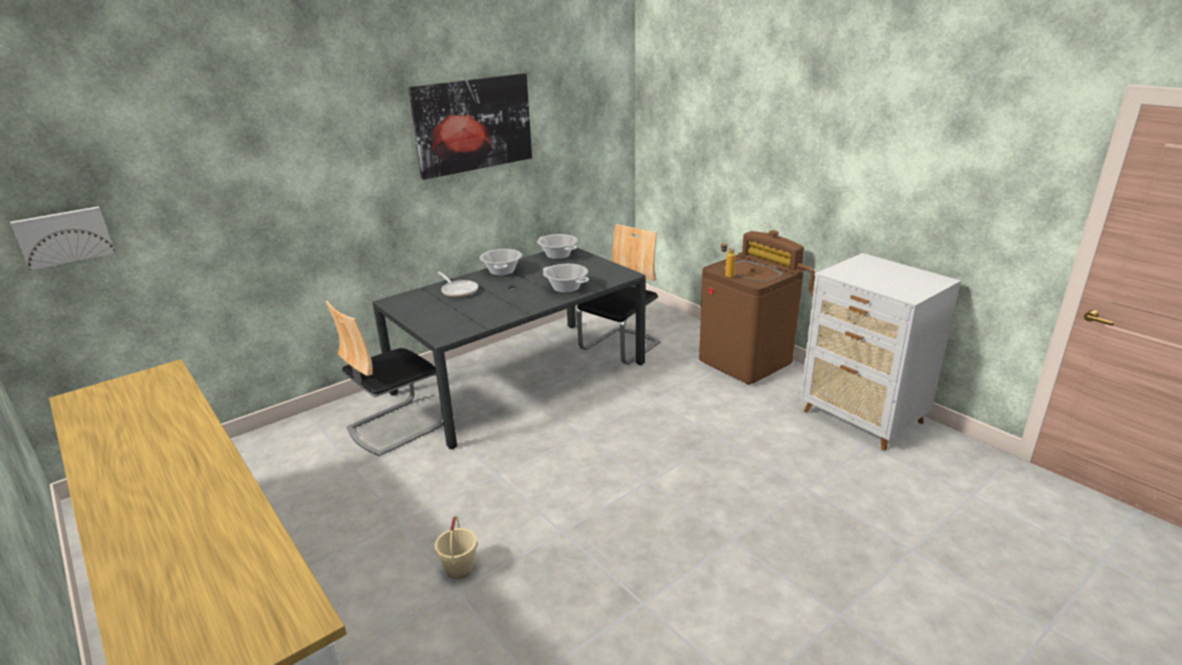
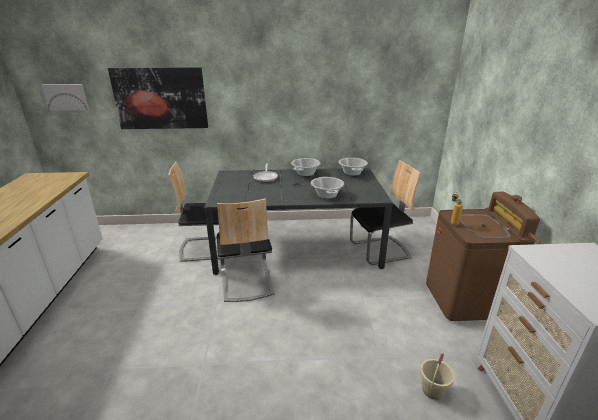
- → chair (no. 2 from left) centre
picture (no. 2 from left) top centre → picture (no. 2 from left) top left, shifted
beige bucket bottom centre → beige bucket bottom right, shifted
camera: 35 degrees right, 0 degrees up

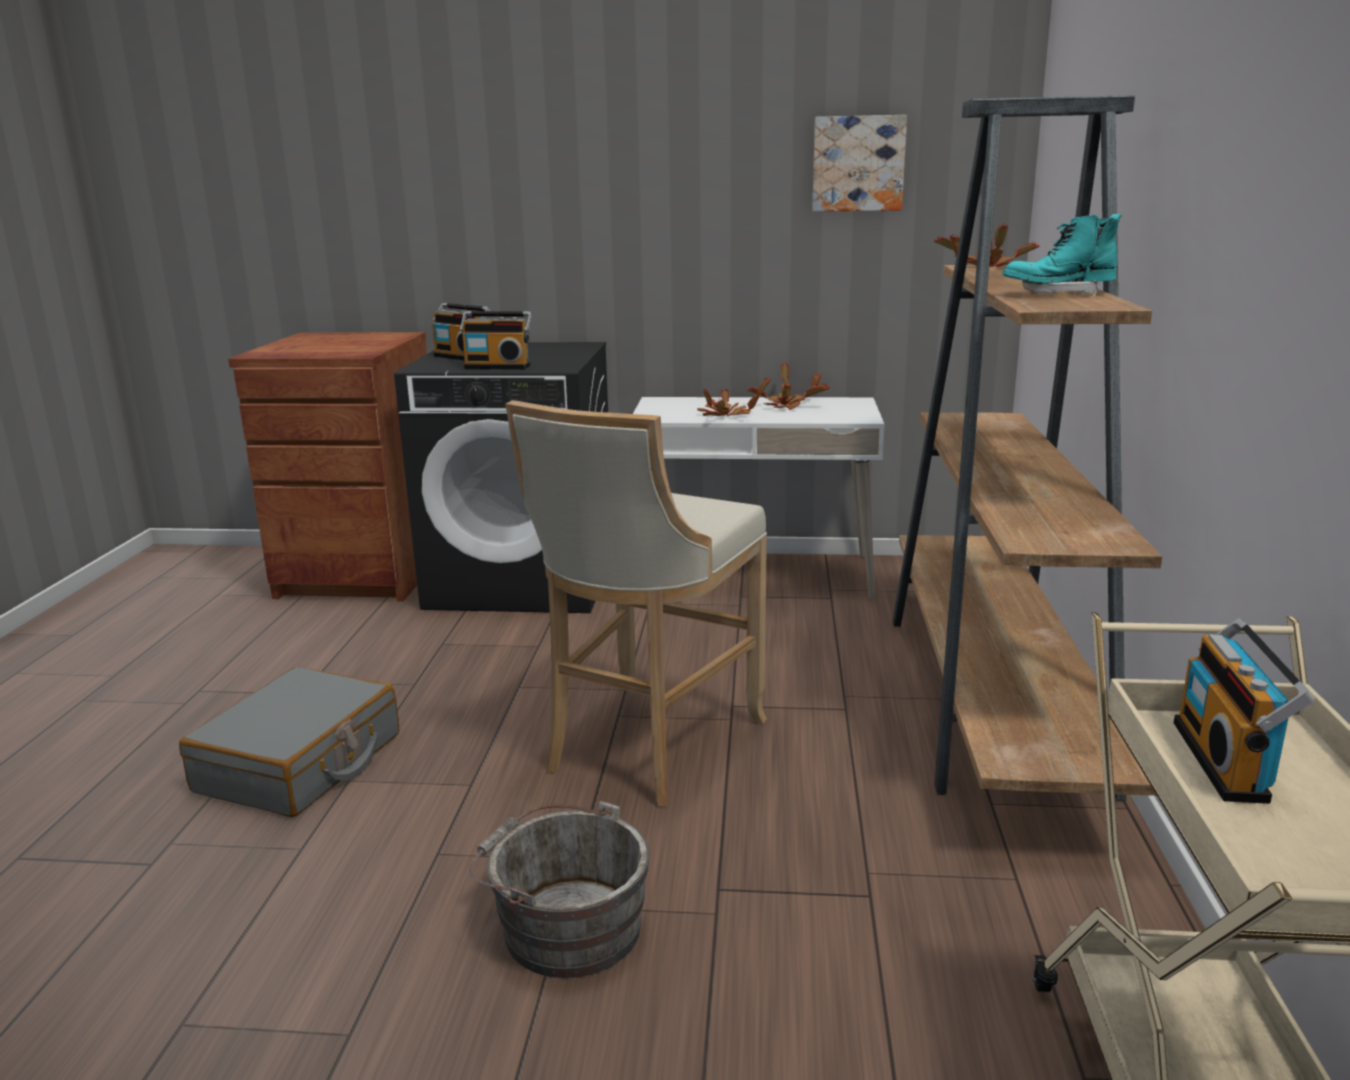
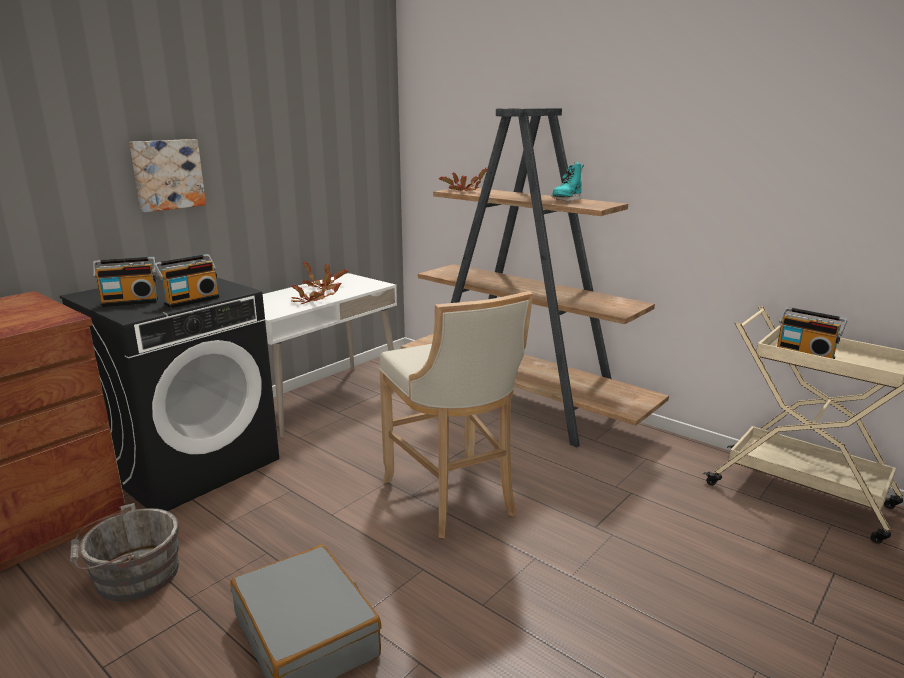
grey bucket bottom centre → grey bucket bottom left, shifted
picture top centre → picture top left, shifted
camera: 55 degrees left, 0 degrees up

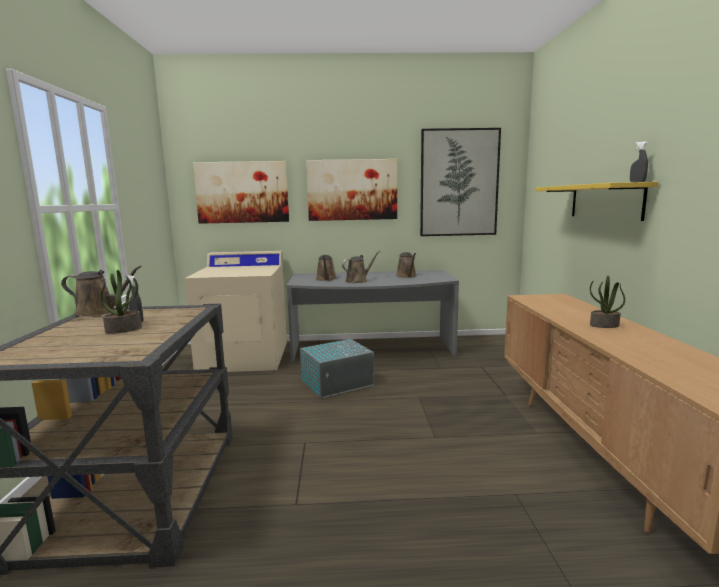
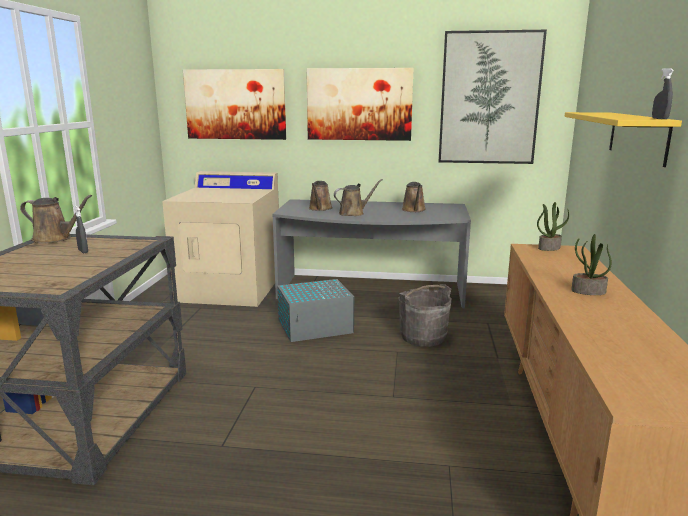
- → grey bucket centre
potted plant (no. 1 from left) middle left → potted plant (no. 1 from left) middle right, shifted
camera: 10 degrees right, 5 degrees up

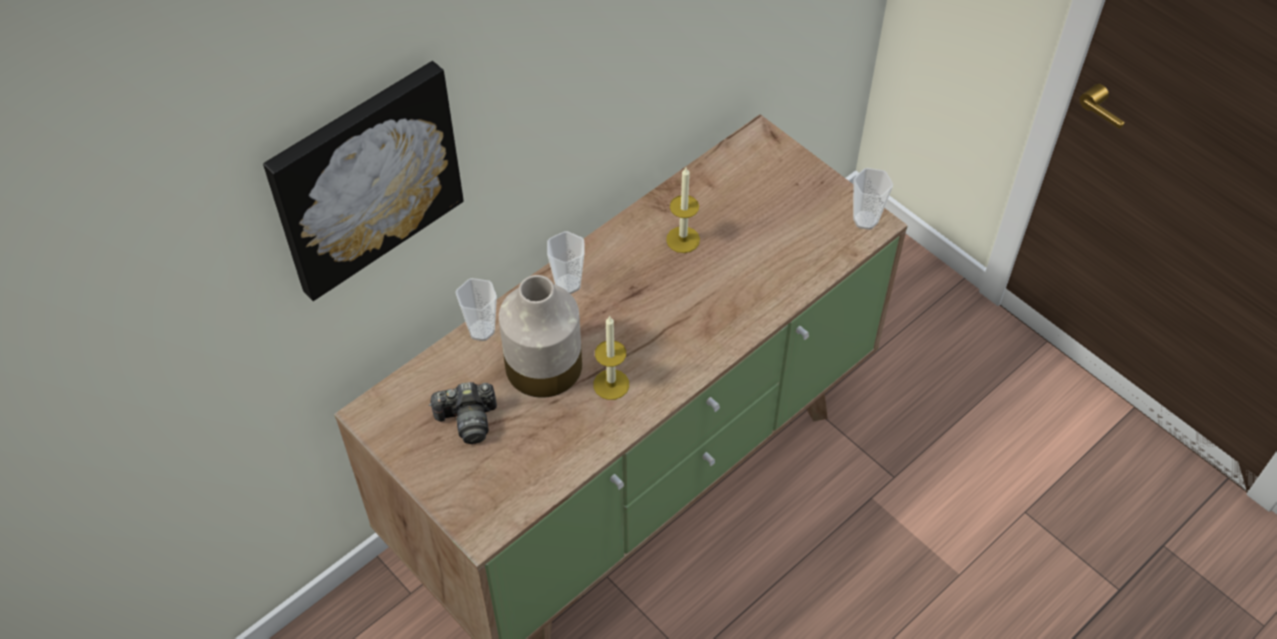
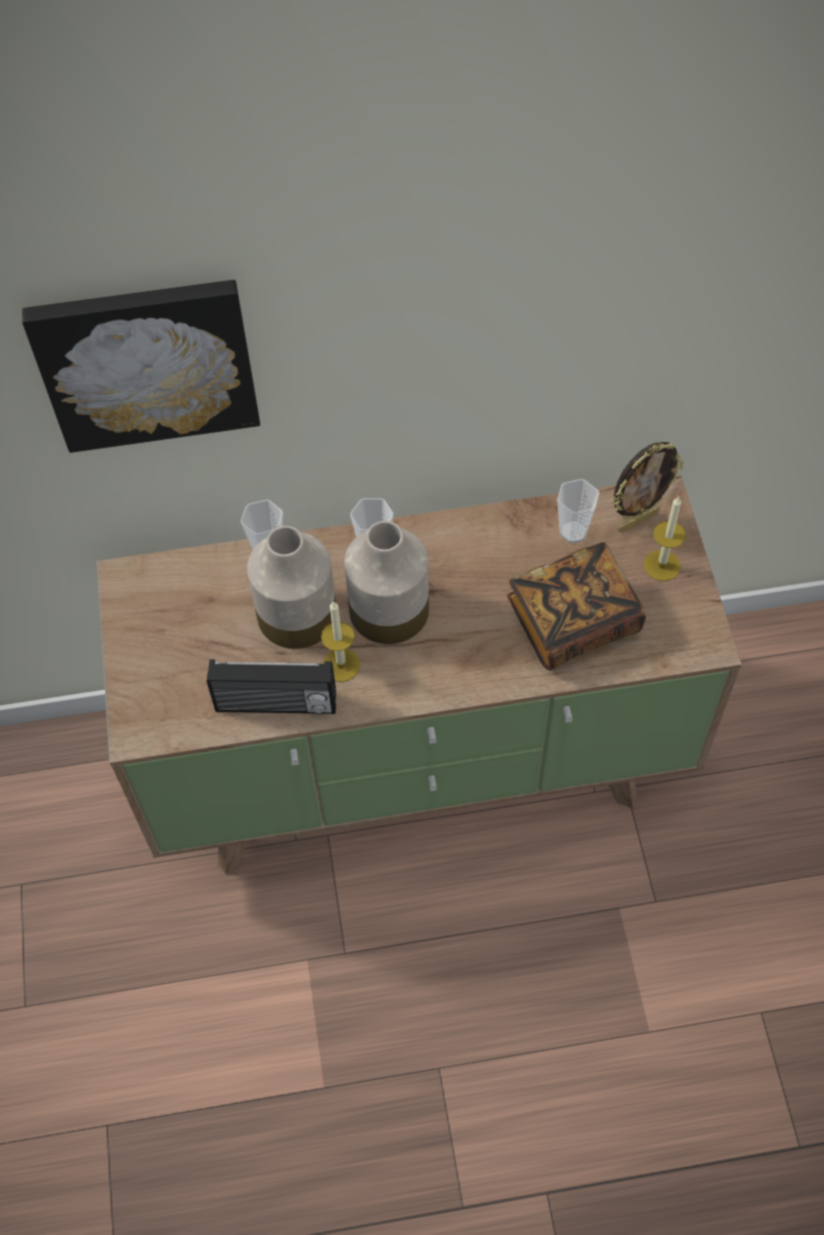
photo camera centre → -
- → radio middle left
- → beige vase (no. 2 from left) centre
- → book middle right
- → picture frame middle right
candle (no. 2 from left) top centre → candle (no. 2 from left) middle right, shifted
cup (no. 3 from left) top right → cup (no. 3 from left) middle right, shifted
camera: 35 degrees right, 5 degrees up

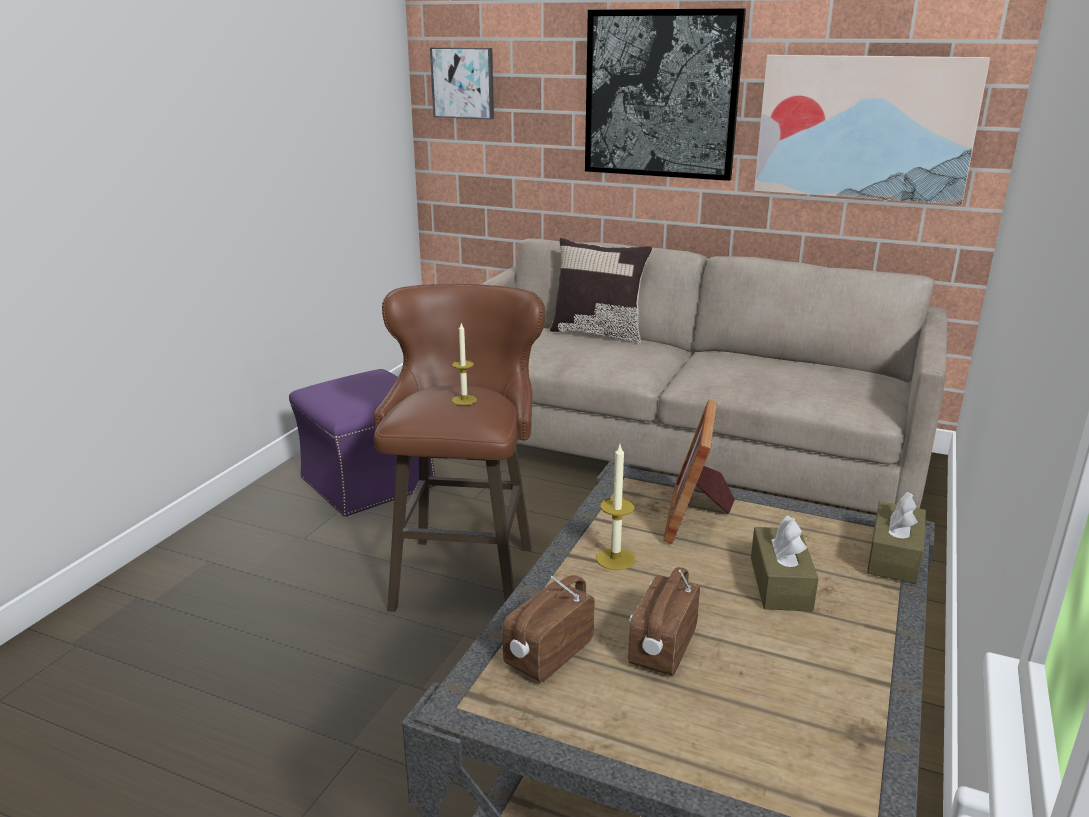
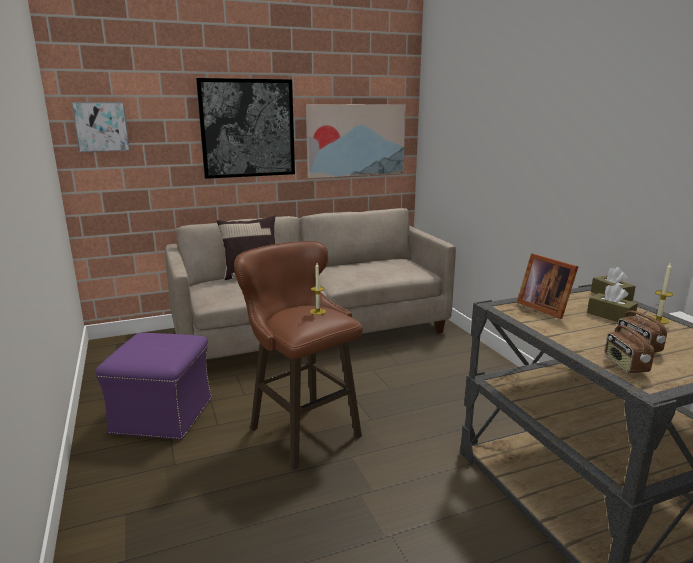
candle (no. 2 from left) centre → candle (no. 2 from left) middle right, shifted
camera: 45 degrees left, 5 degrees down

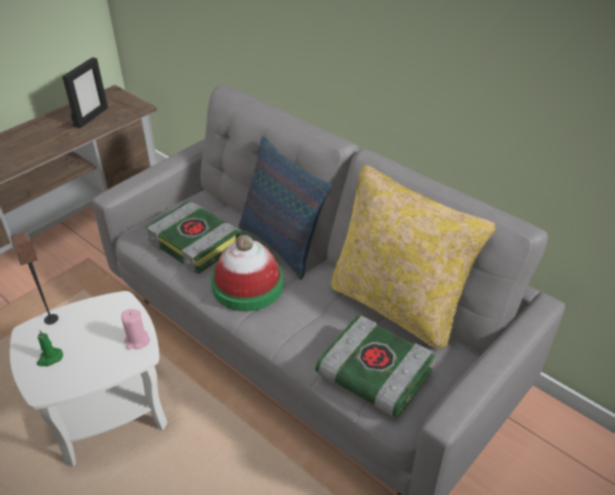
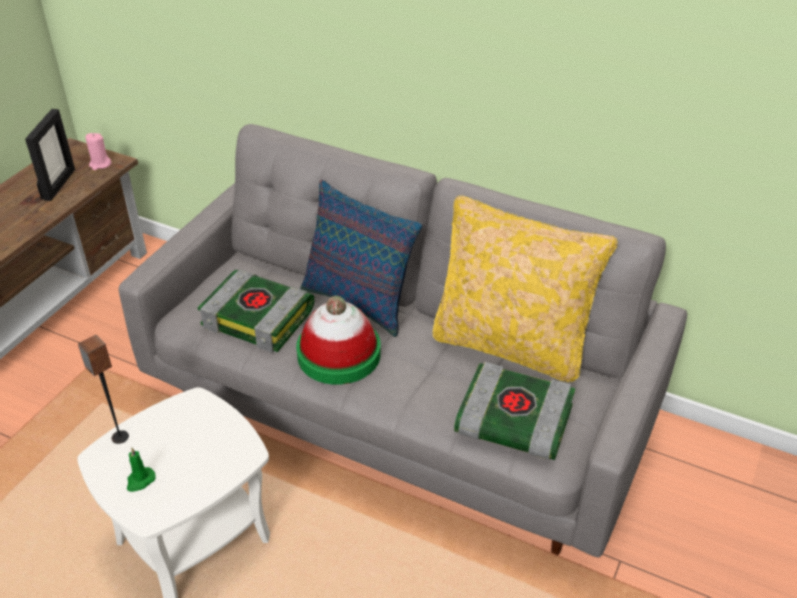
pink candle middle left → pink candle top left, shifted
camera: 15 degrees left, 0 degrees up

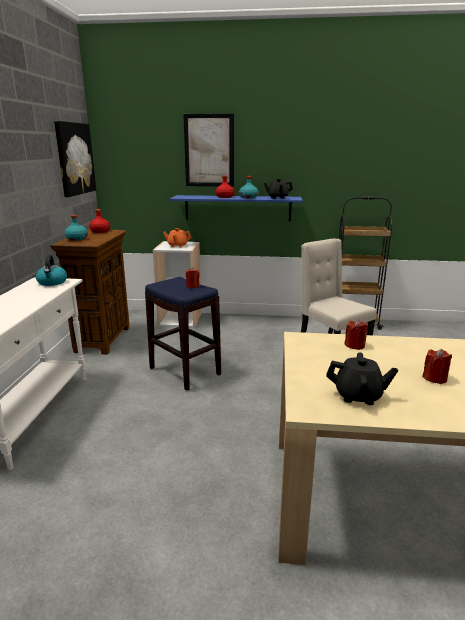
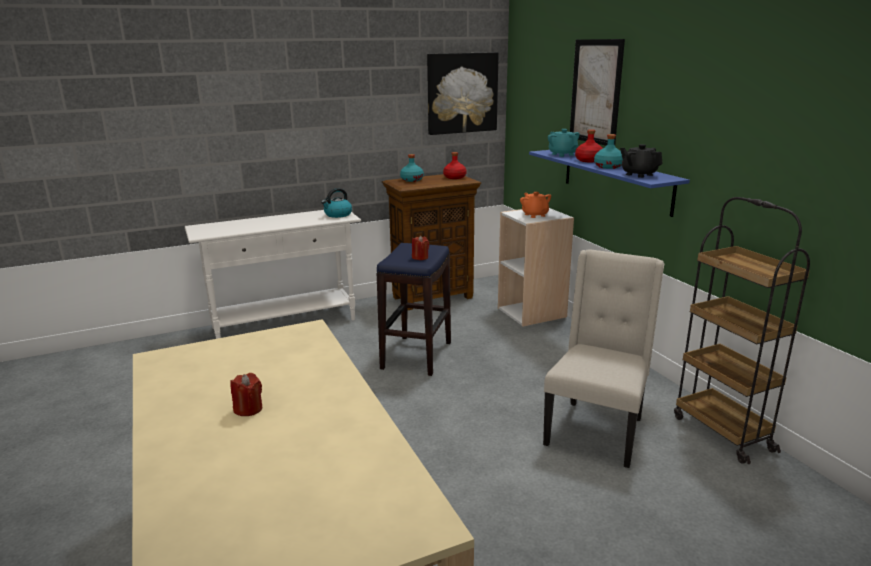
black teapot (no. 2 from left) middle right → -
red candle (no. 2 from left) middle right → -
- → turquoise teapot top centre
camera: 60 degrees right, 0 degrees up

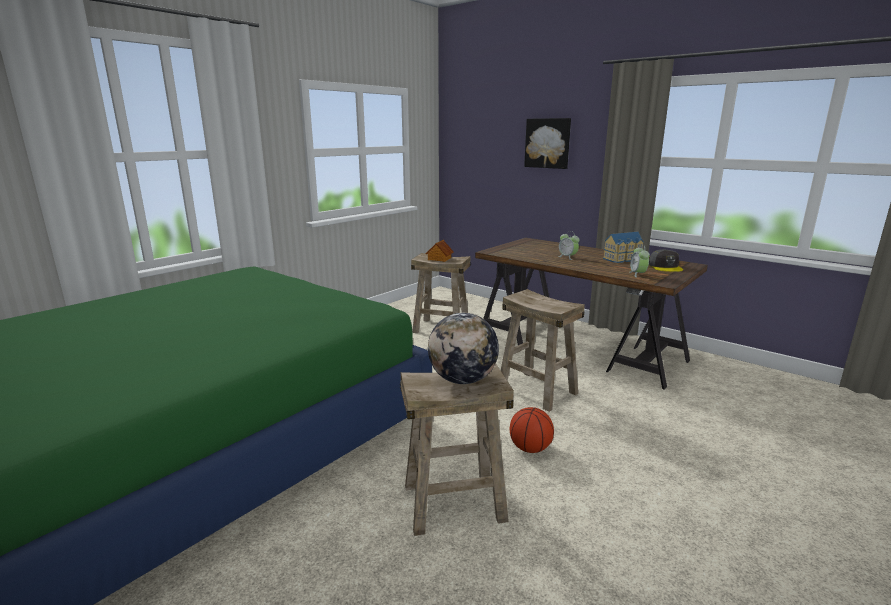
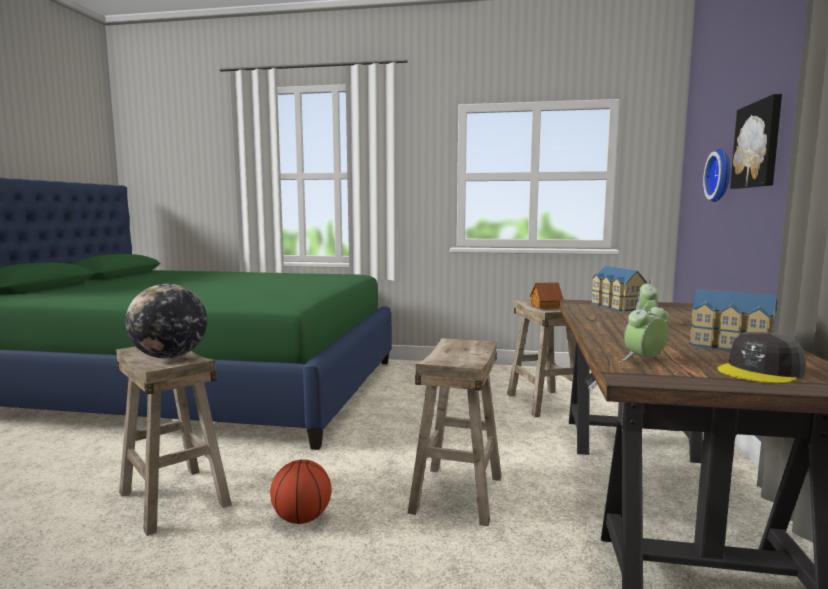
- → toy house (no. 2 from left) middle right
- → wall clock top right
camera: 60 degrees right, 10 degrees down

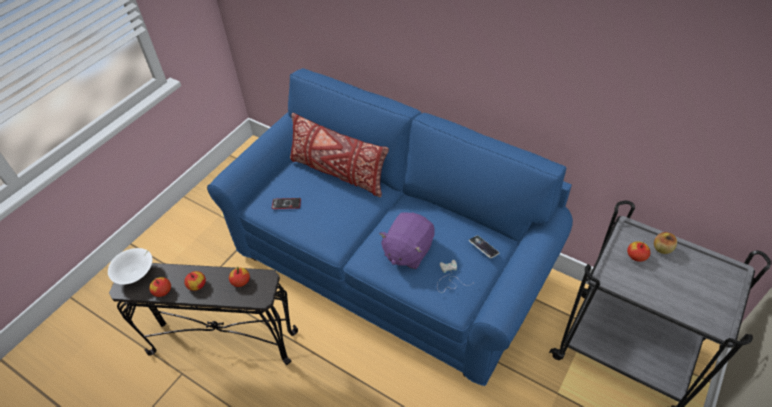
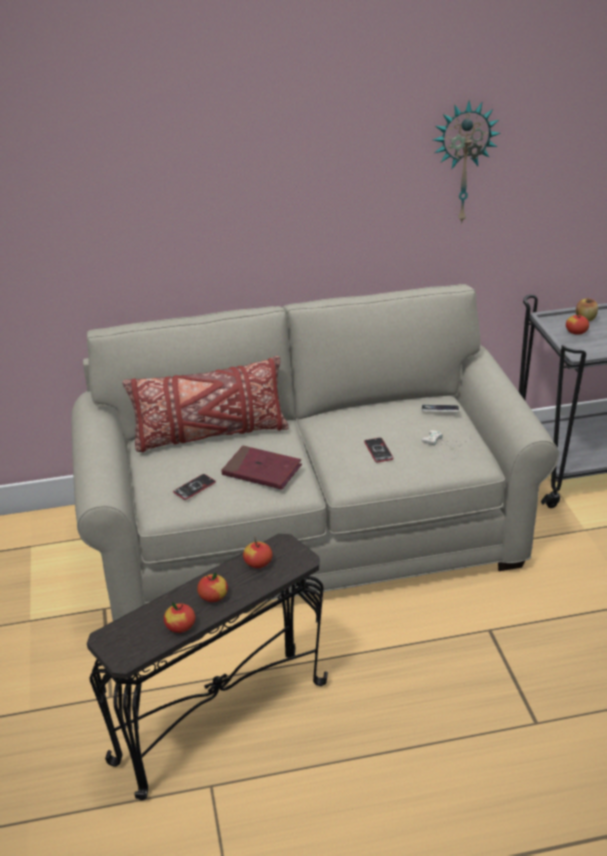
white bowl middle left → -
- → red book centre
- → wall clock top right
purple plush toy centre → phone (no. 2 from left) centre
blue sofa centre → beige sofa centre
camera: 45 degrees left, 15 degrees down

